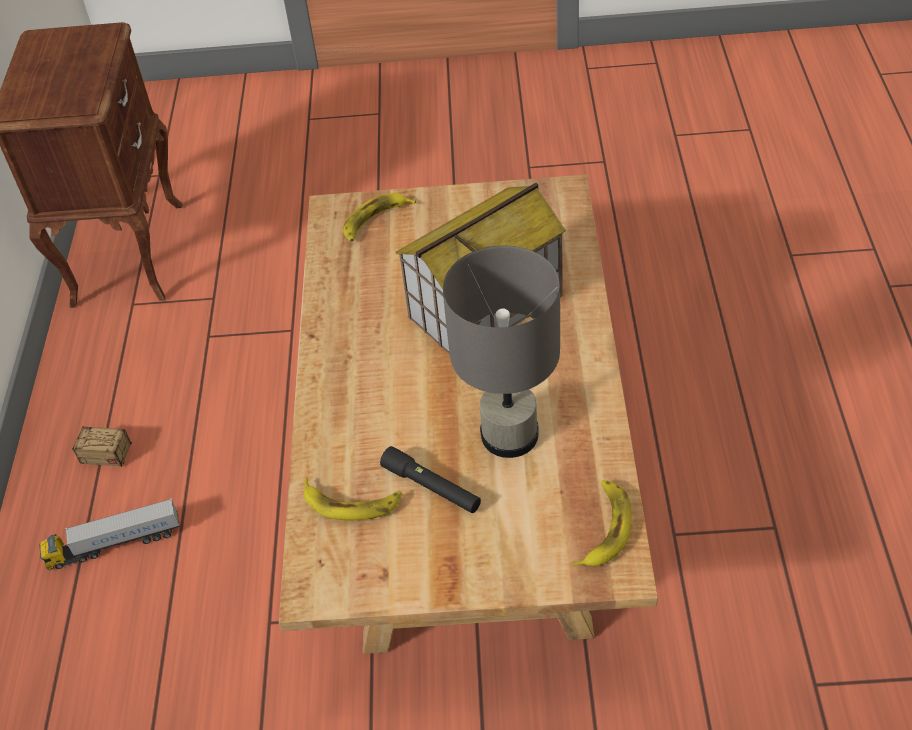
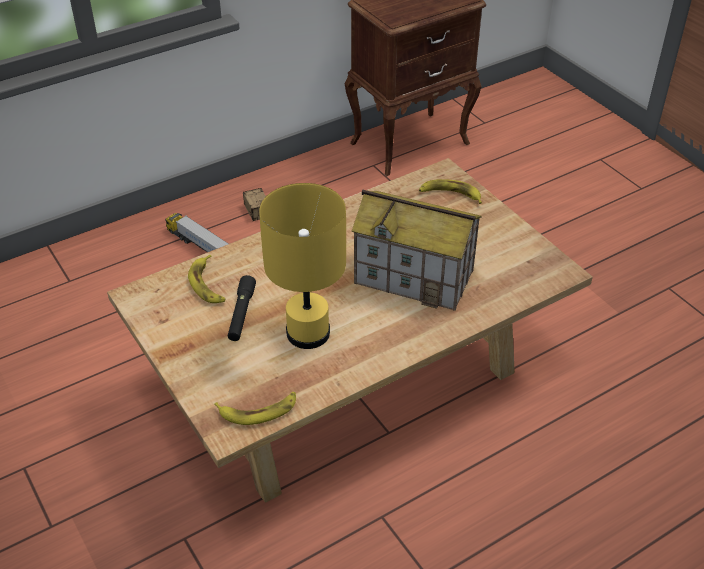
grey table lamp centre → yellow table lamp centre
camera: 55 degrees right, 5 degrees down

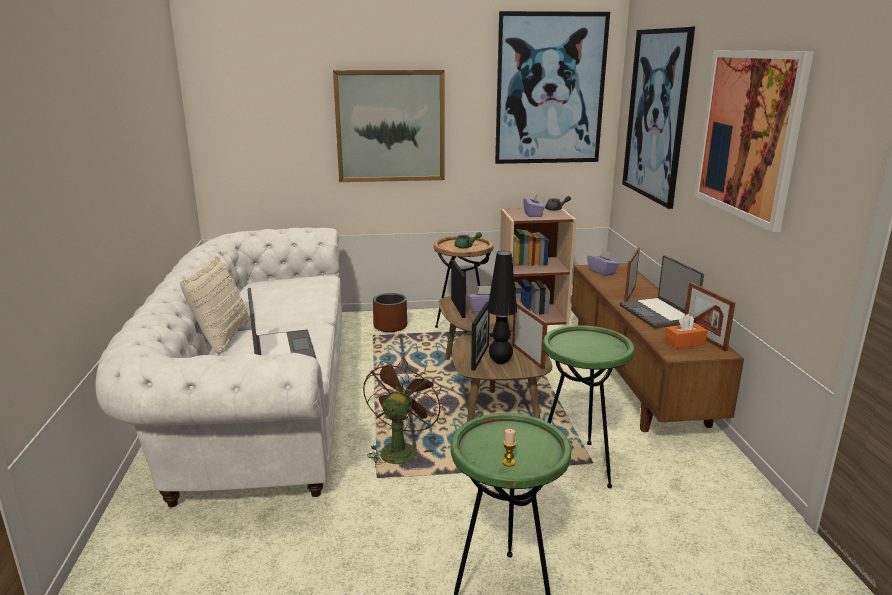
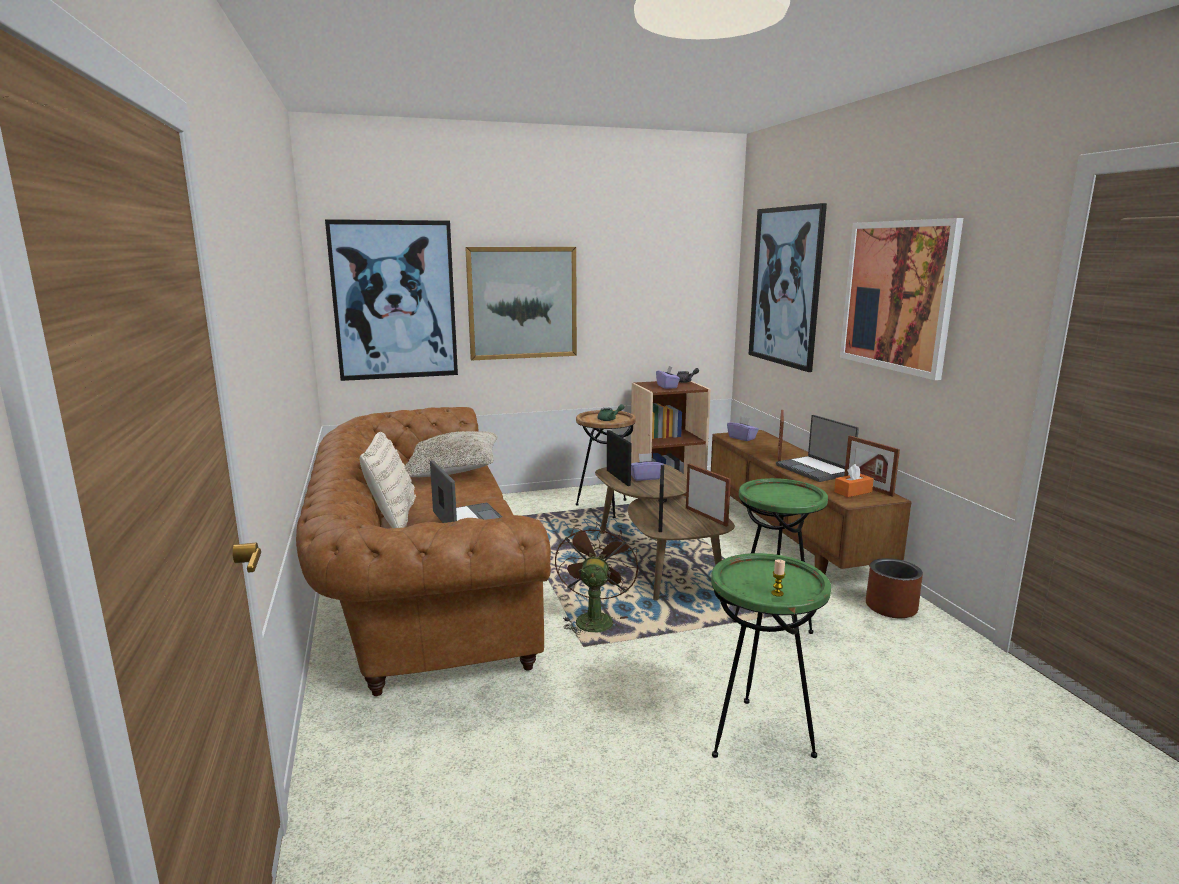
black table lamp centre → -
- → beige pillow (no. 2 from left) centre
brown planter centre → brown planter middle right, shifted
picture (no. 2 from left in the first image) top centre → picture (no. 1 from left) middle left, shifted
white sofa middle left → brown sofa centre
camera: 10 degrees left, 5 degrees down

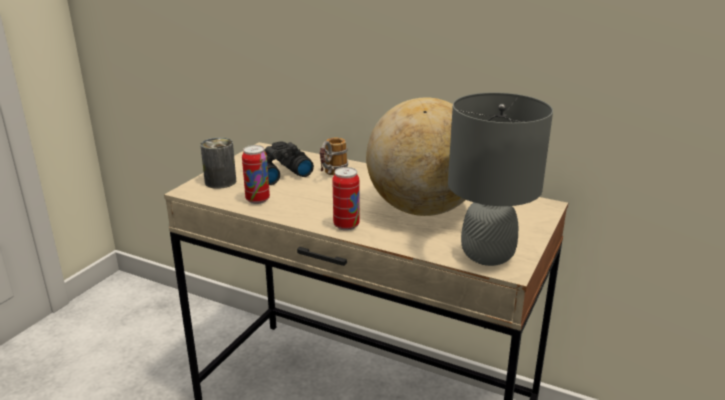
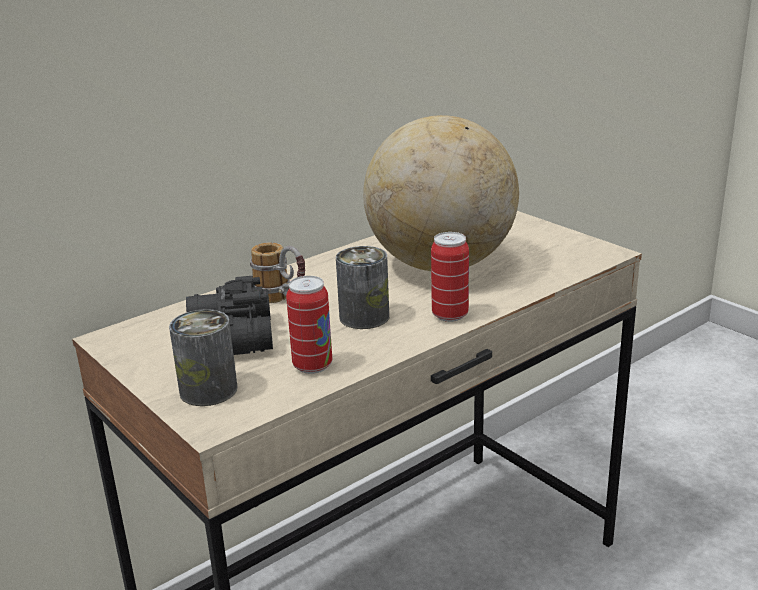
grey table lamp middle right → -
- → can (no. 3 from left) centre
camera: 65 degrees left, 0 degrees up

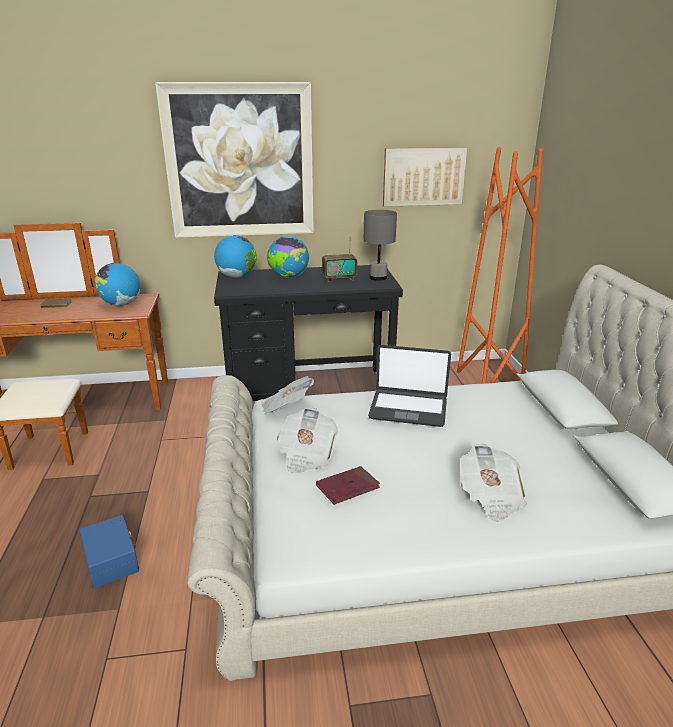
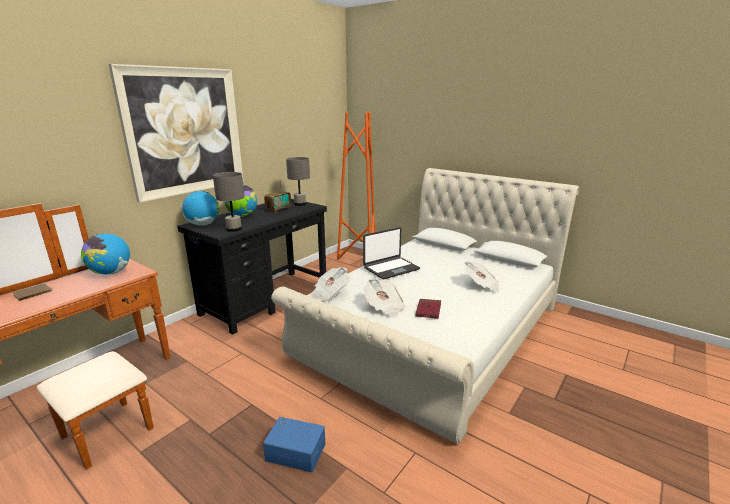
picture (no. 2 from left) top centre → -
- → grey table lamp (no. 1 from left) middle left
camera: 45 degrees left, 5 degrees down

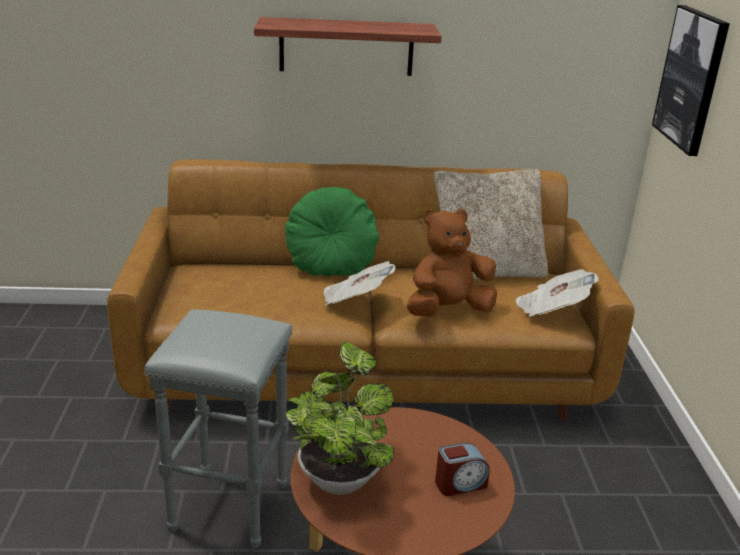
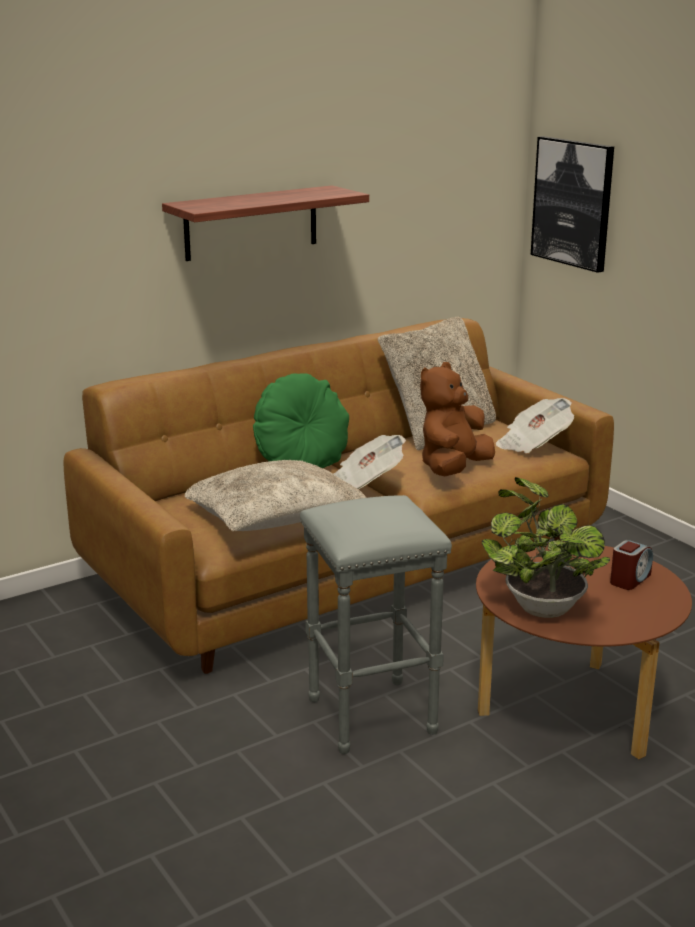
- → beige pillow (no. 1 from left) centre
camera: 30 degrees left, 5 degrees down

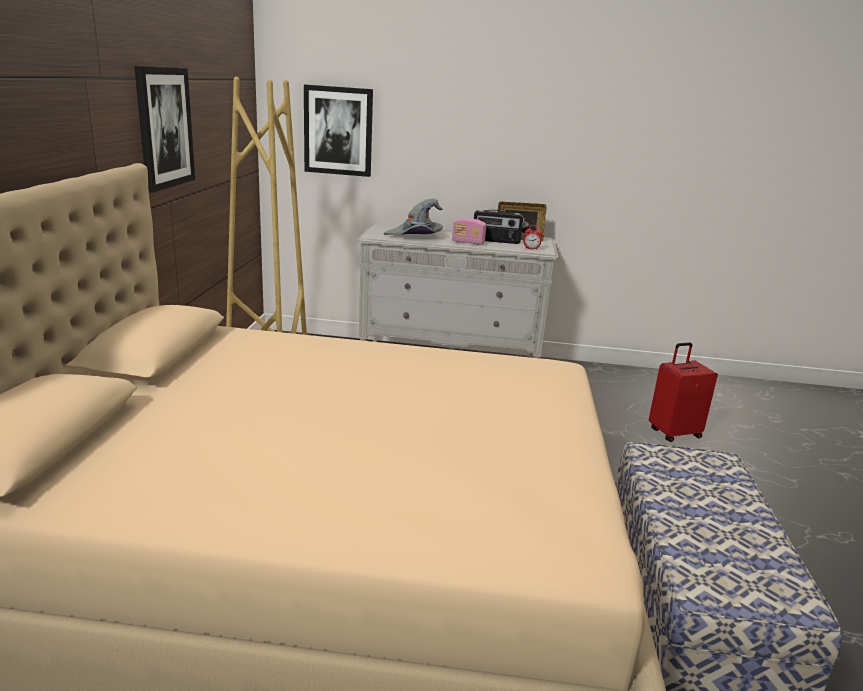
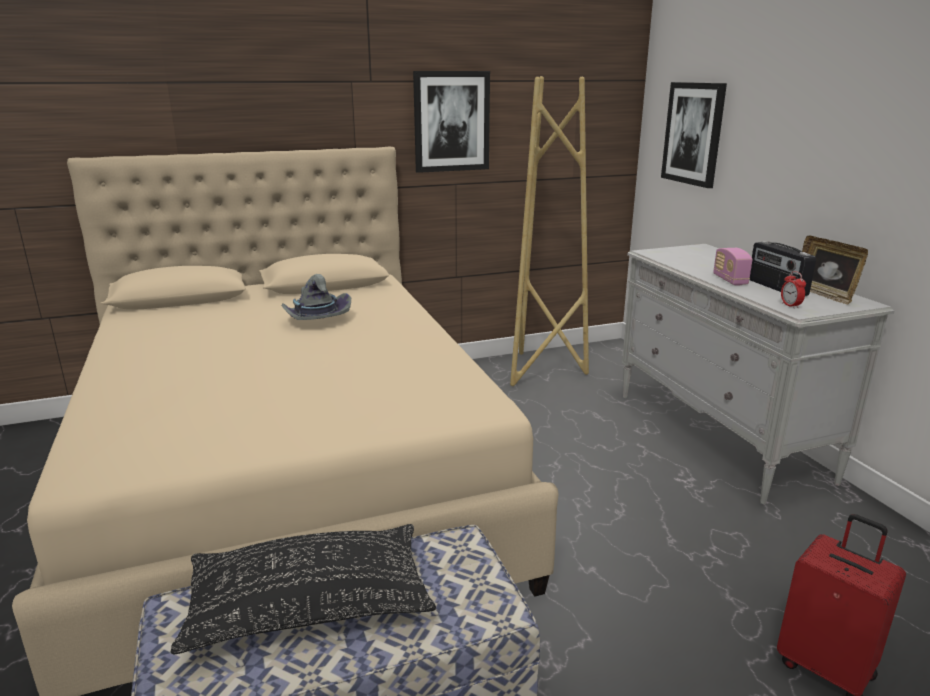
- → black pillow bottom left
grey hat top centre → grey hat centre, shifted
camera: 65 degrees right, 0 degrees up

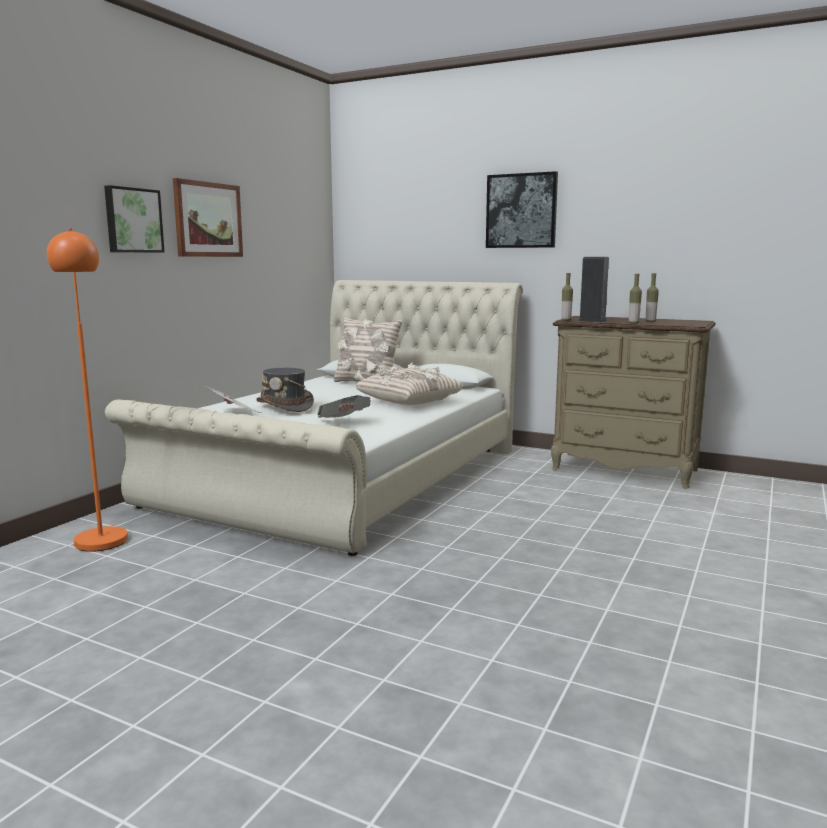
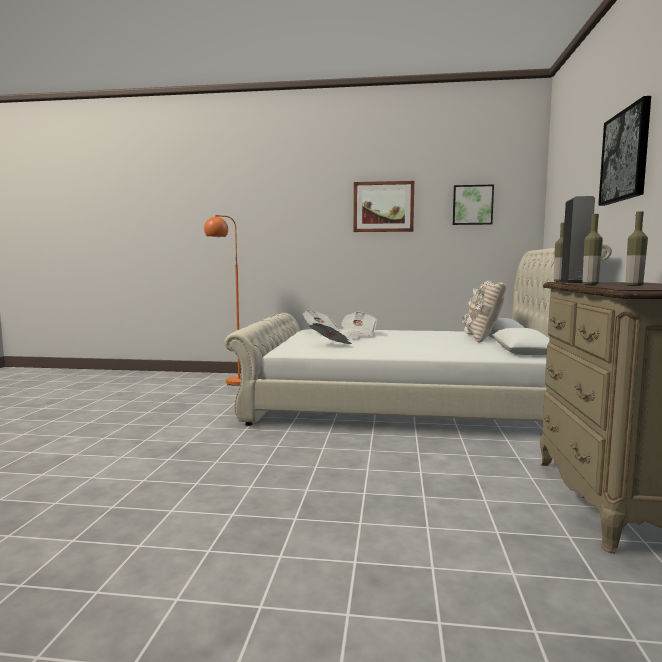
beige pillow (no. 2 from left) centre → -
picture (no. 1 from left in the first image) top left → picture (no. 2 from left) top right, shifted
grey hat centre → newspaper (no. 3 from left) centre
camera: 70 degrees right, 5 degrees down

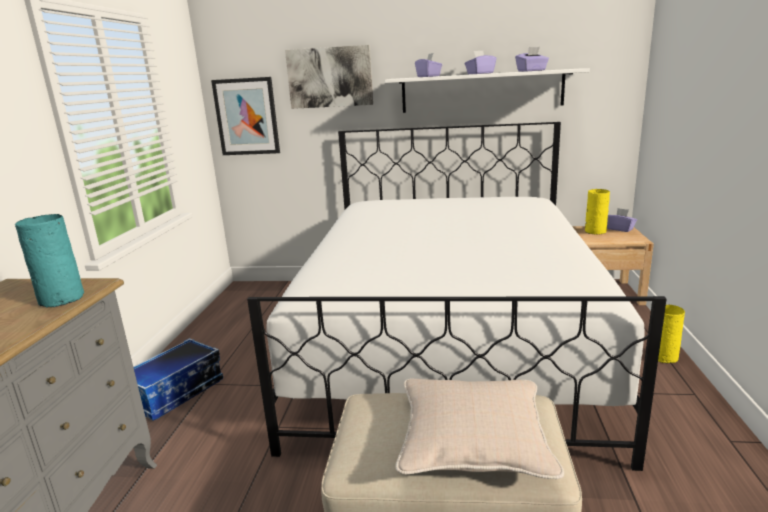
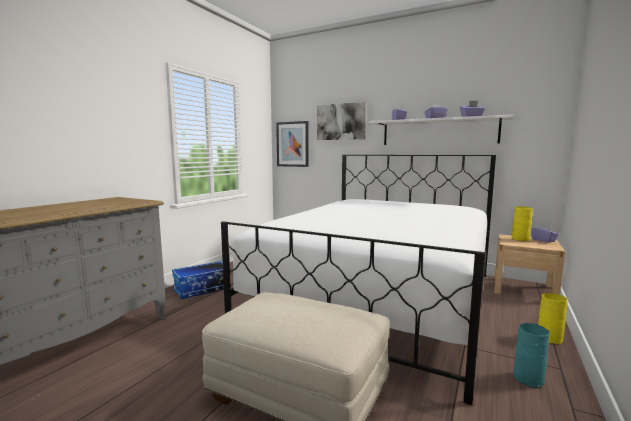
beige pillow bottom centre → -
turquoise vase middle left → turquoise vase bottom right, shifted
camera: 20 degrees right, 10 degrees down

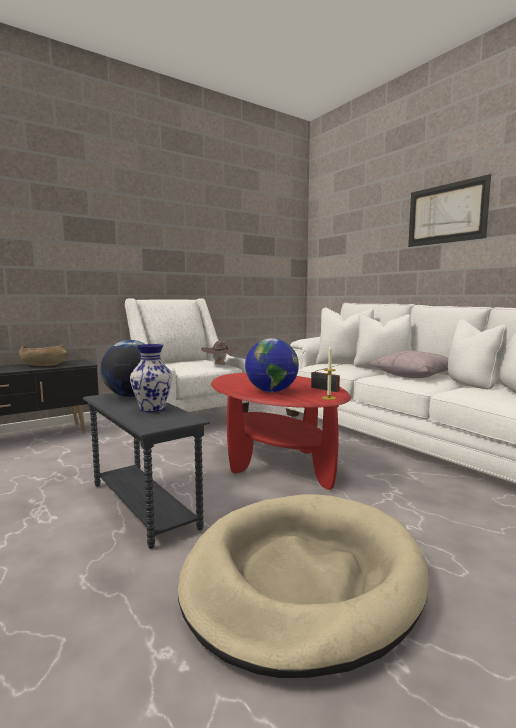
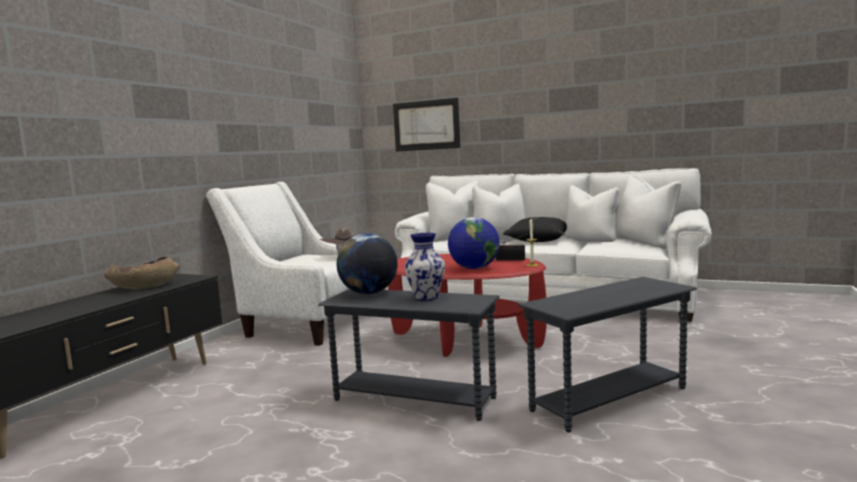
picture top right → picture top centre, shifted
beige dog bed bottom centre → grey side table (no. 2 from left) bottom right
purple pillow middle right → black pillow centre
camera: 30 degrees left, 0 degrees up

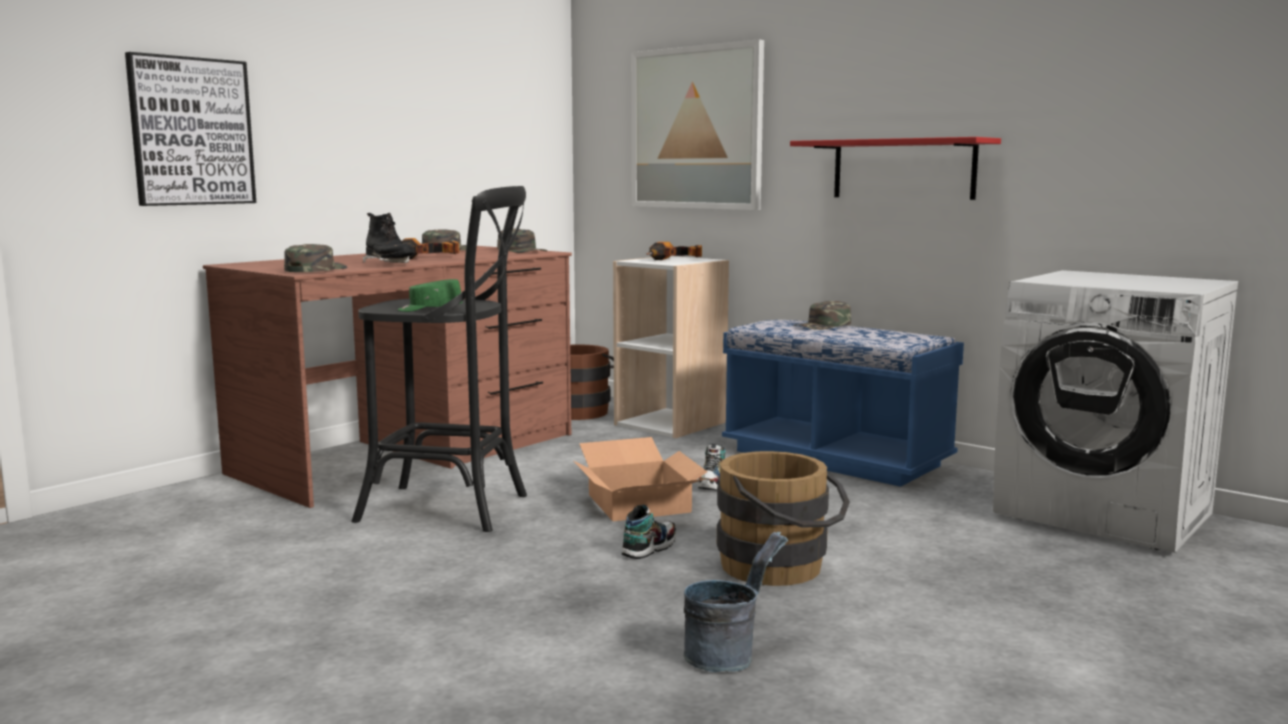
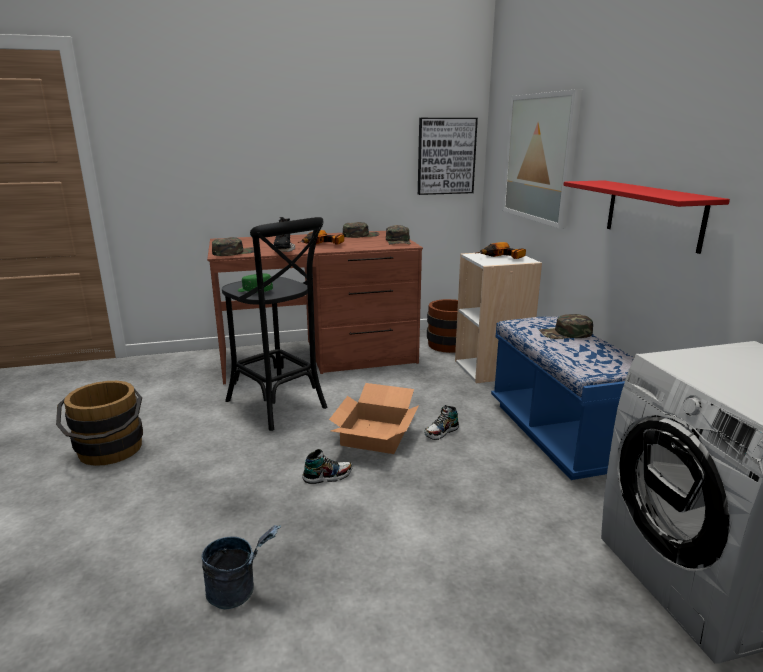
picture (no. 1 from left) top left → picture (no. 1 from left) top centre, shifted
brown bucket (no. 2 from left in the first image) bottom centre → brown bucket (no. 1 from left) middle left, shifted
camera: 35 degrees right, 10 degrees up

